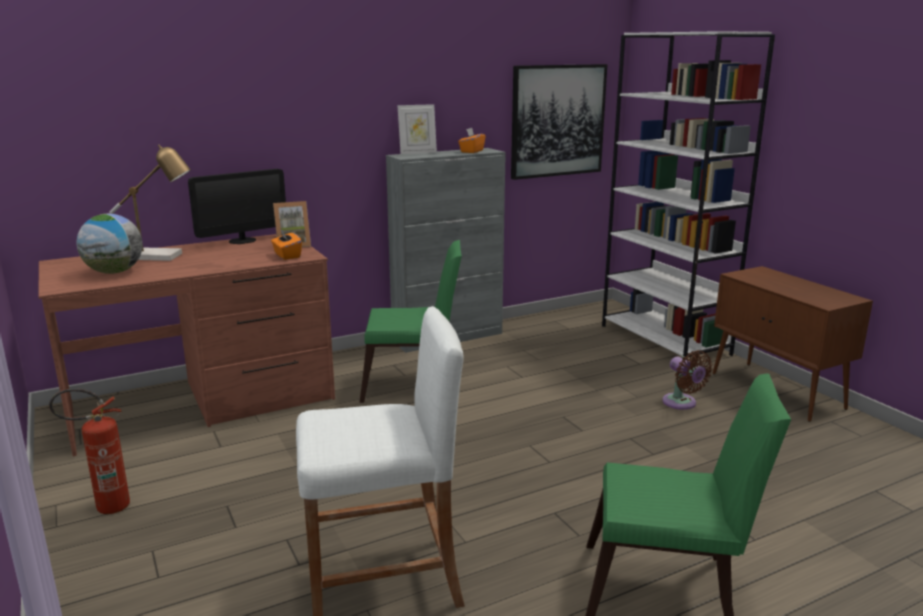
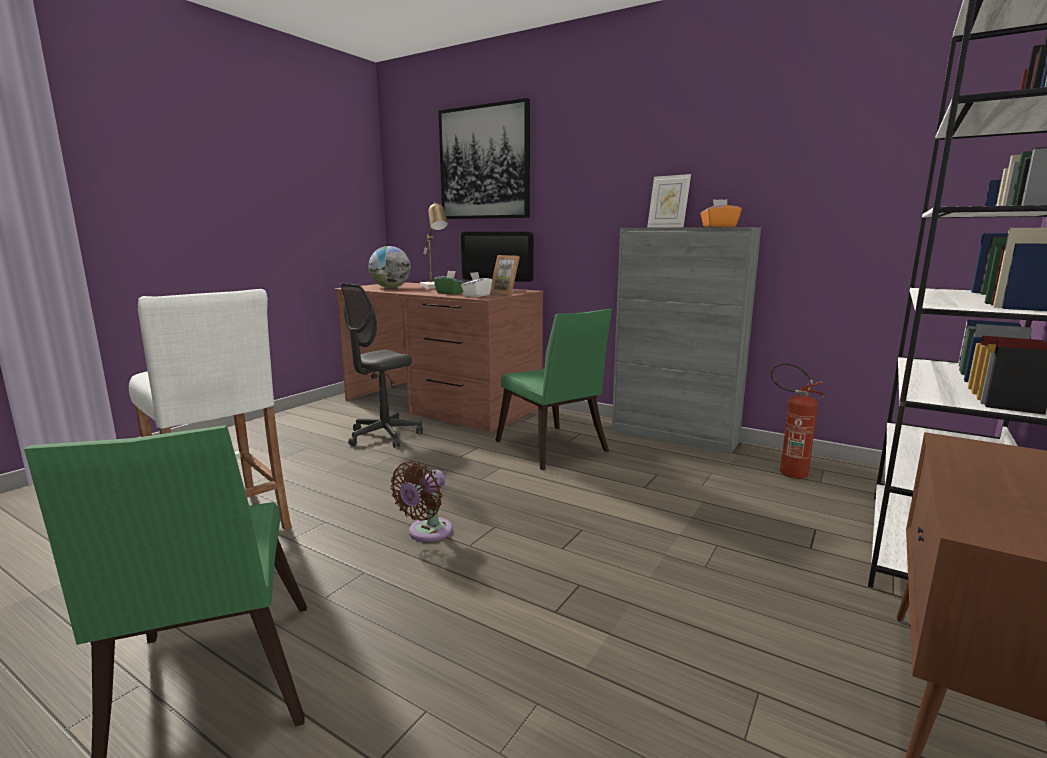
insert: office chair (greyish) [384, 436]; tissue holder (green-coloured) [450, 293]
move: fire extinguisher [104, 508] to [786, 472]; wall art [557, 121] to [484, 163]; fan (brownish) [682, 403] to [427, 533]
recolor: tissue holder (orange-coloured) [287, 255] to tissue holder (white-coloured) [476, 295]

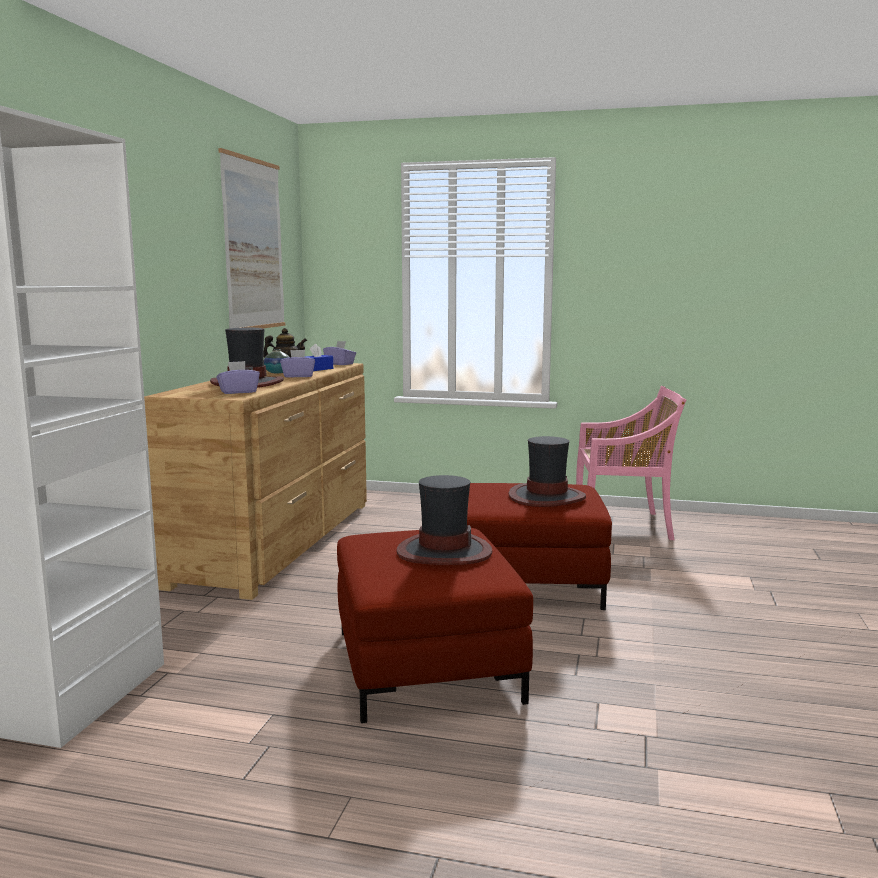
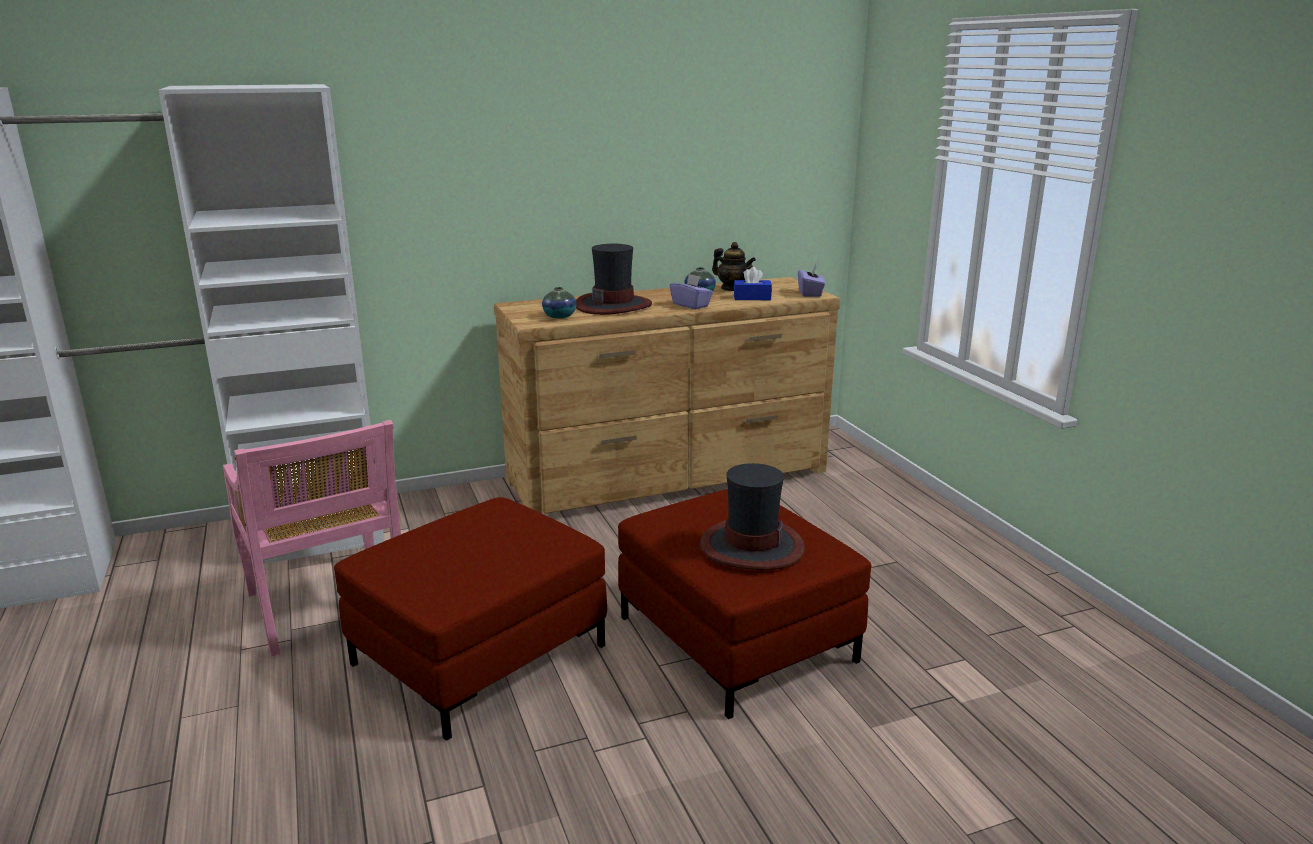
delete: wall art [253, 245]; hat [443, 551]
move: plain chair (pink) [623, 526] to [328, 606]
replace: tissue holder (purplish) [238, 392] to flower vase [559, 316]

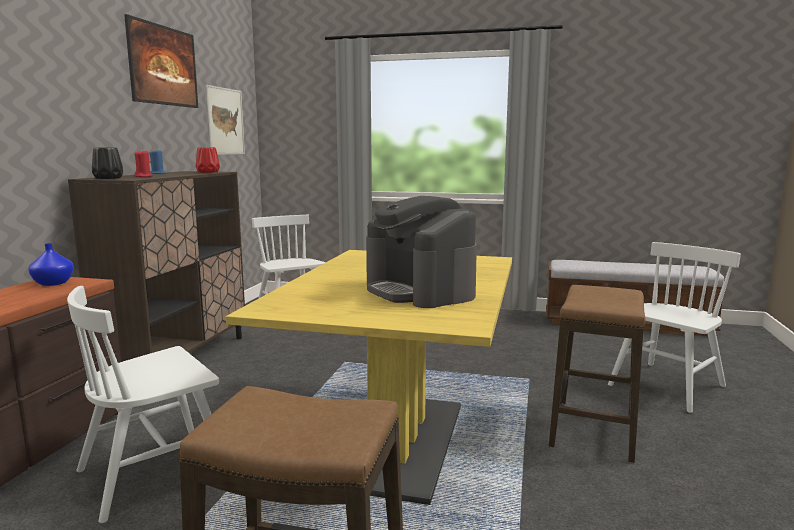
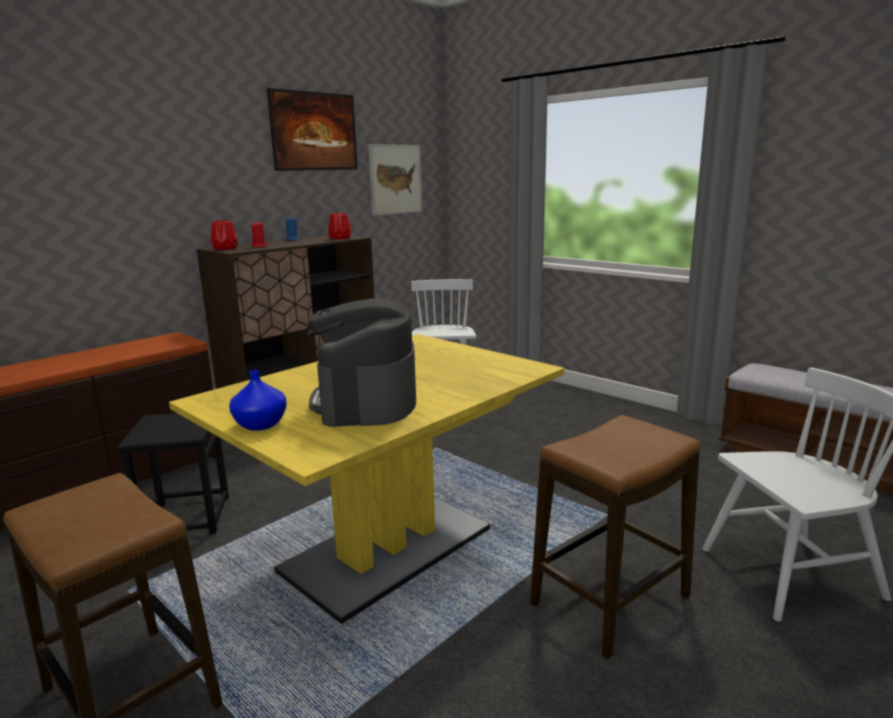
move: flower vase (bluish) [52, 283] to [259, 424]
replace: plain chair (white-coloured) [154, 472] to stool seat (black) [185, 517]
recolor: flower vase (black) [108, 178] to flower vase (reddish) [225, 248]

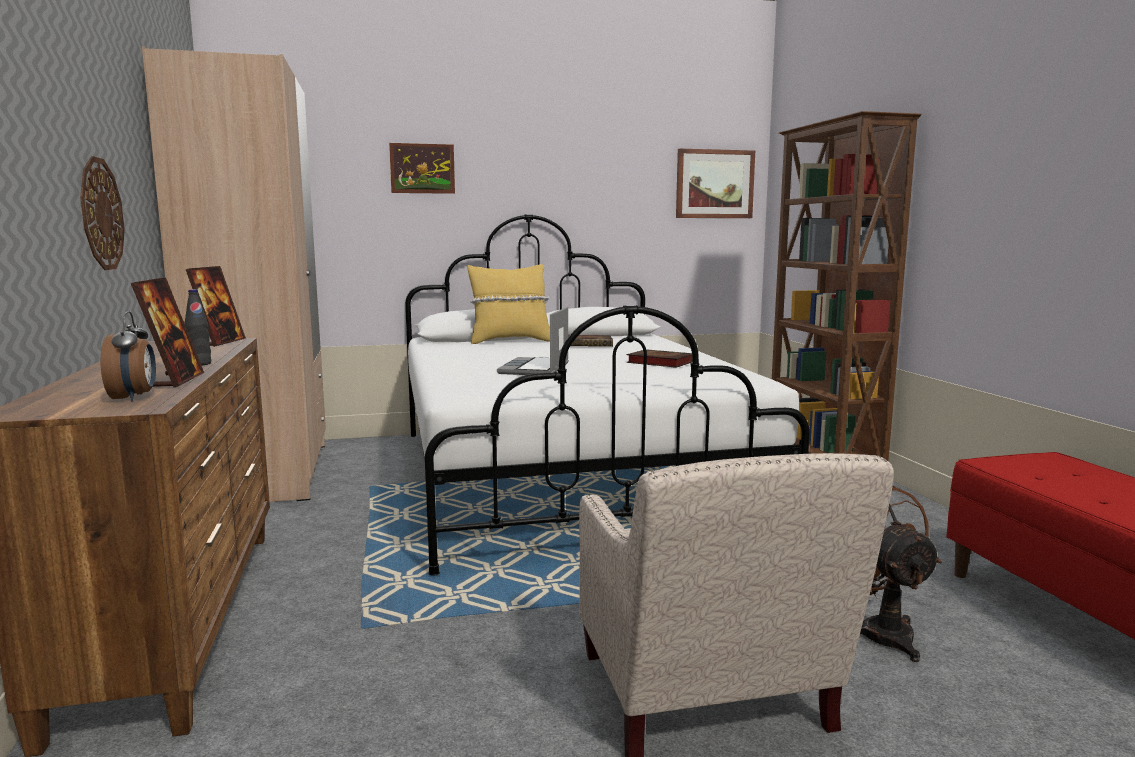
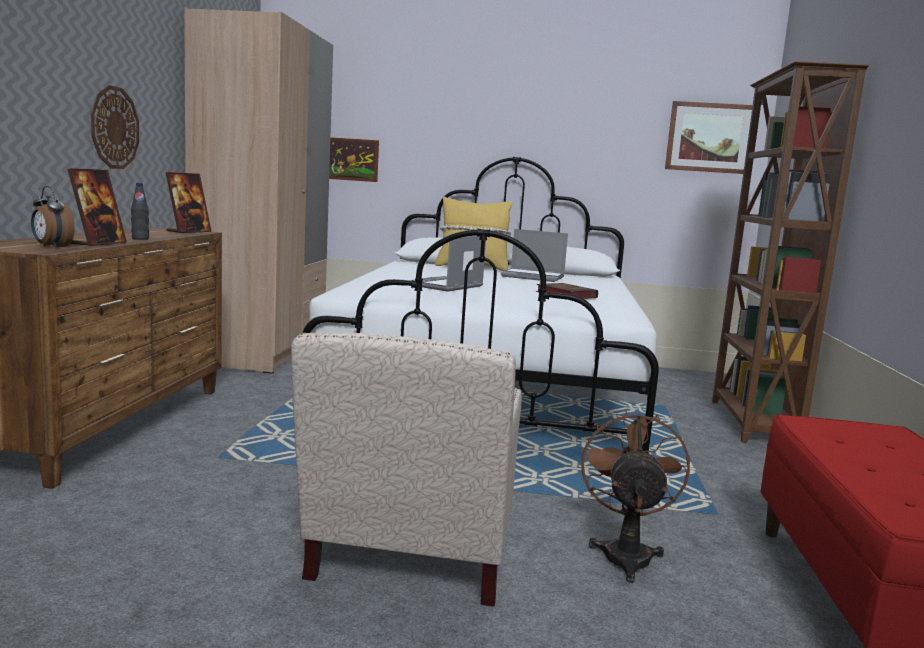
move: wall art [422, 168] to [352, 159]
replace: bound book [588, 344] to portable computer [533, 277]
rotate: alarm clock [134, 397] = [51, 247] 120 degrees clockwise

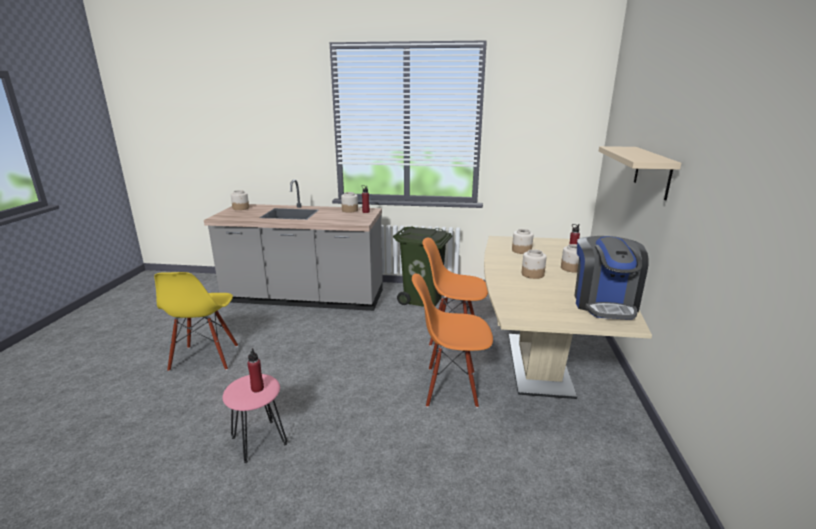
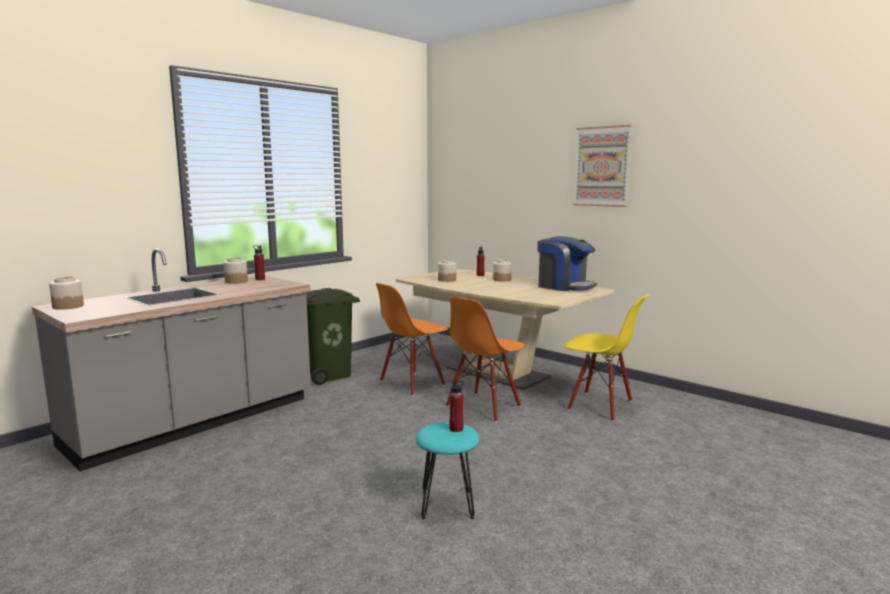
delete: storage jar [532, 274]; bracket shelf (sand-coloured) [652, 172]
insert: wall art [602, 166]
move: plain chair (yellow-coloured) [205, 358] to [600, 406]
recolor: stool seat (pink) [259, 441] to stool seat (blue-green) [448, 504]

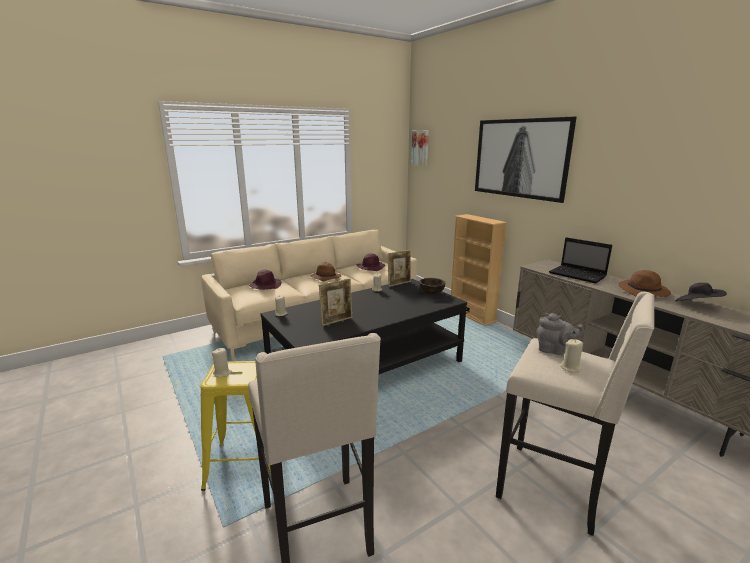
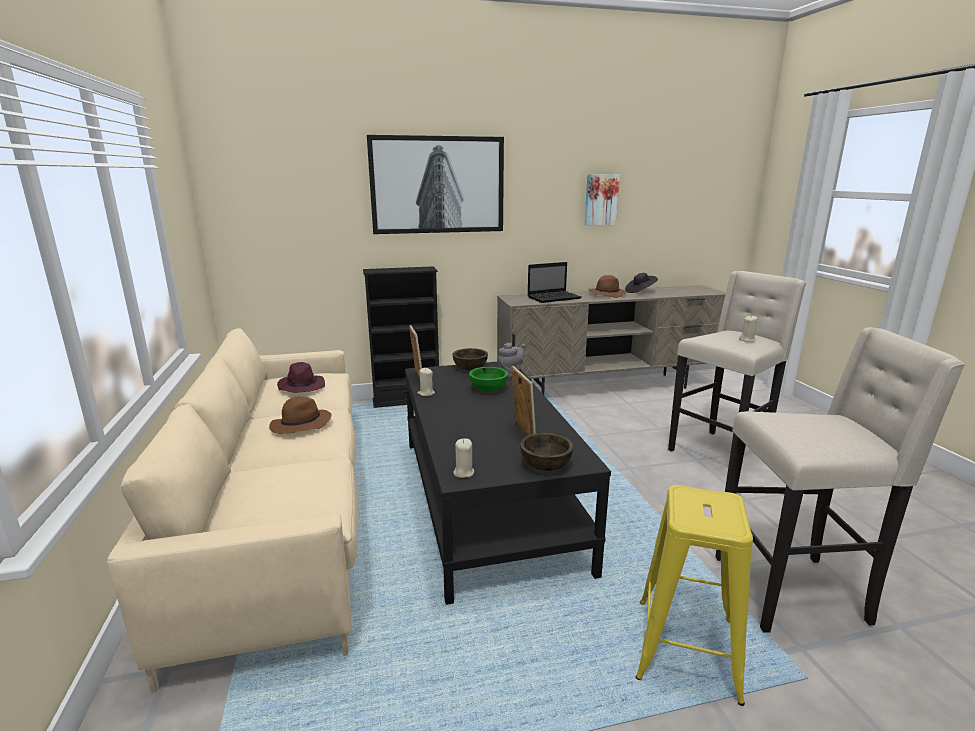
delete: candle (sand-coloured) [222, 373]; hat (purplish) [265, 286]
insert: deep dish (green-coloured) [488, 389]; deep dish (brownish) [545, 465]
move: wall art [420, 147] to [601, 199]; pot for tea (greyish) [554, 350] to [511, 373]
recolor: bookshelf (sand-coloured) [472, 315] to bookshelf (black) [406, 401]

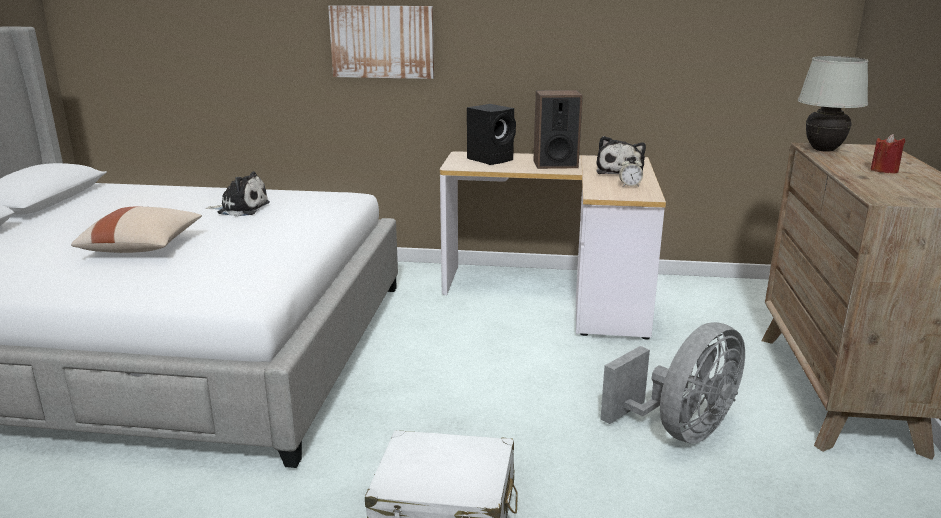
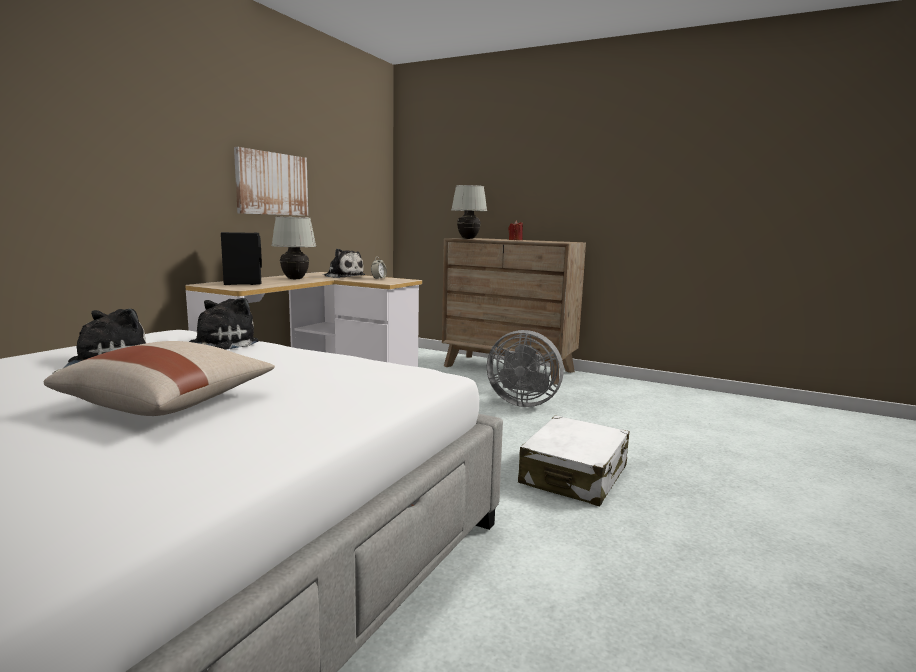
insert: cuddly toy [219, 344]
move: wall art [382, 42] to [272, 184]
replace: speaker [555, 164] to lamp for a table (white-coloured) [294, 279]
rotate: fan (greyish) [680, 430] = [522, 402] 135 degrees clockwise

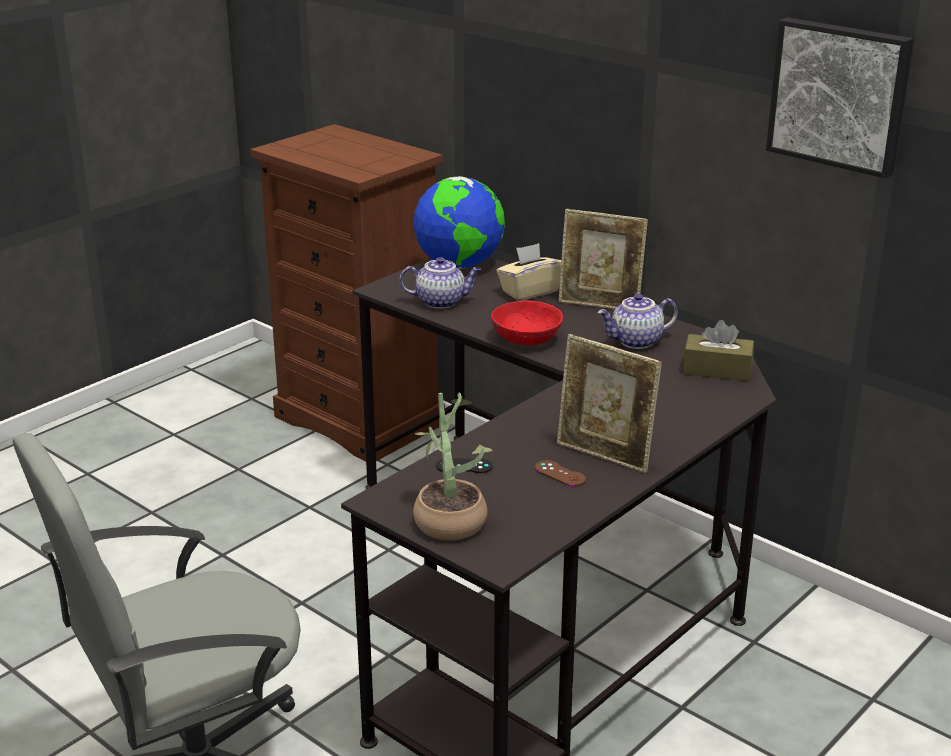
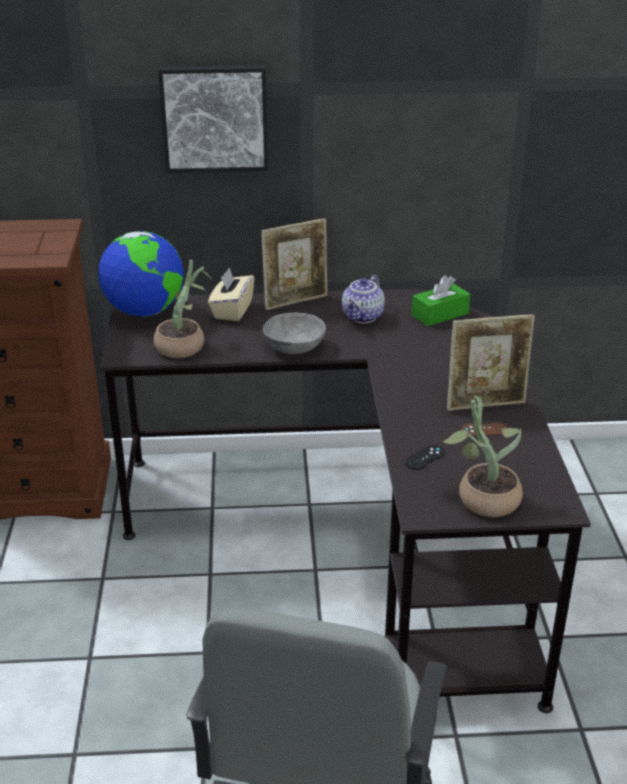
move: wall art [840, 95] to [215, 117]
replace: pot for tea [441, 301] to plant in a pot [185, 345]
recolor: deep dish (reddish) [526, 338] to deep dish (greyish) [294, 347]; tissue holder (brownish) [717, 370] to tissue holder (green-coloured) [440, 314]

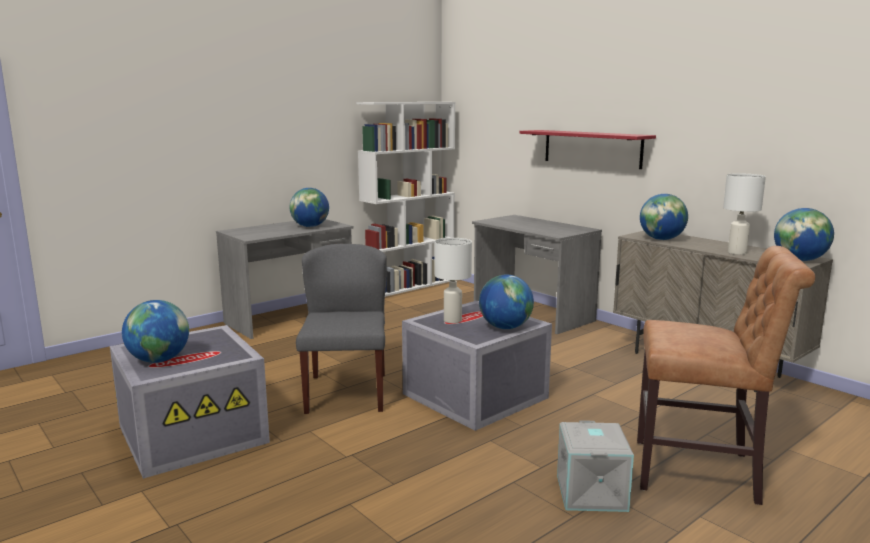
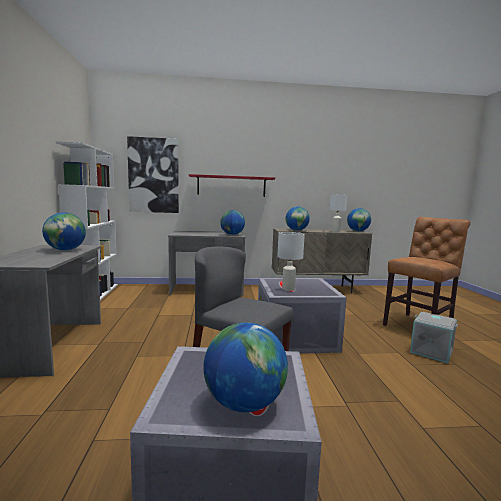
insert: wall art [154, 175]
move: globe [505, 327] to [232, 234]

